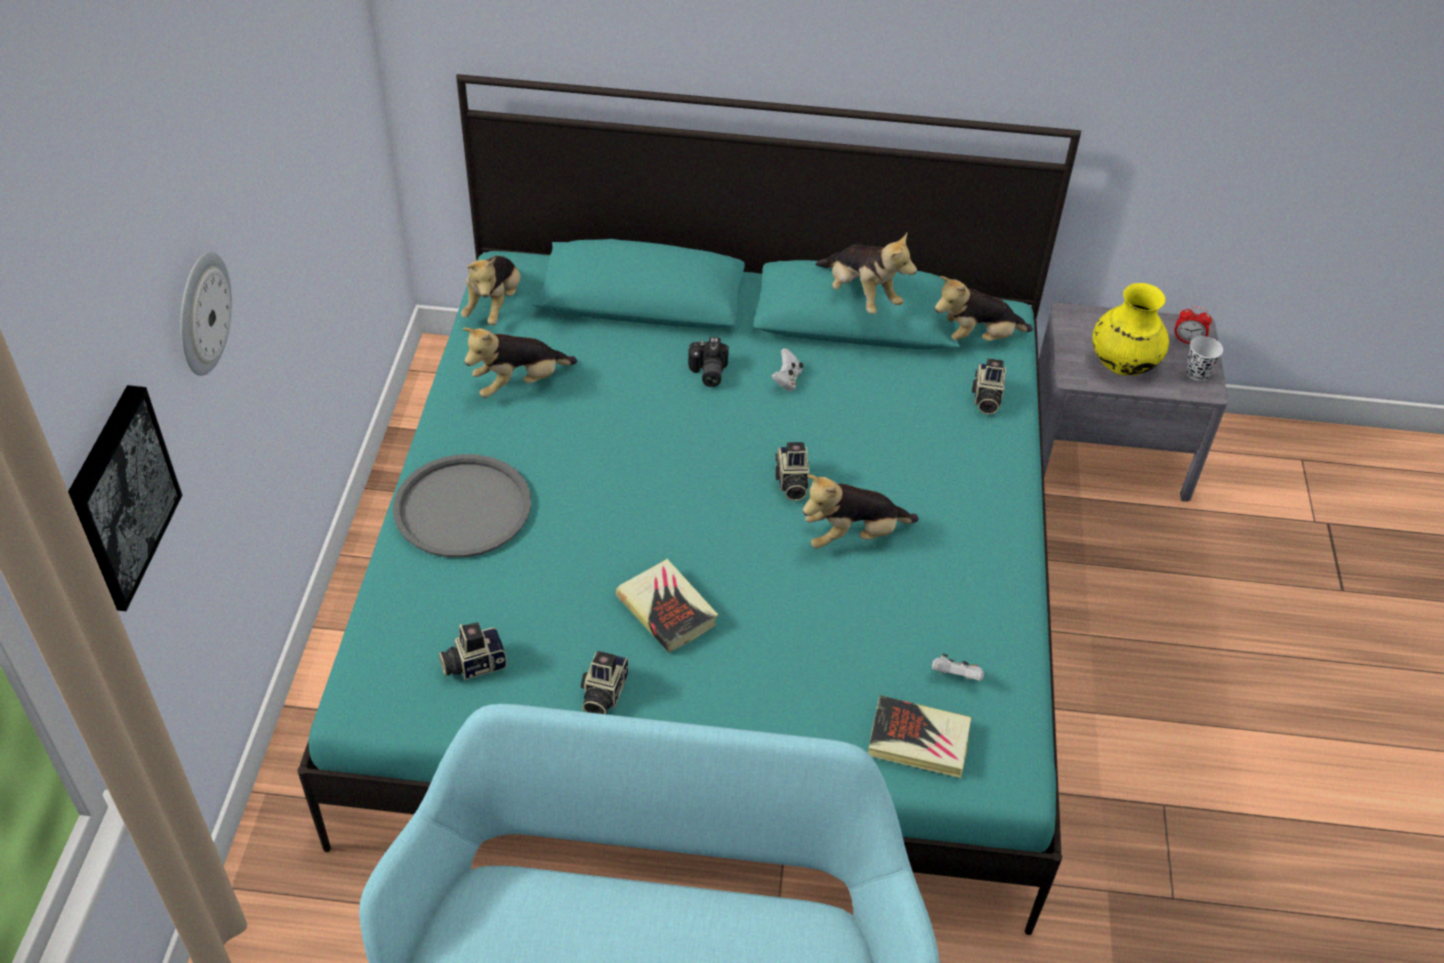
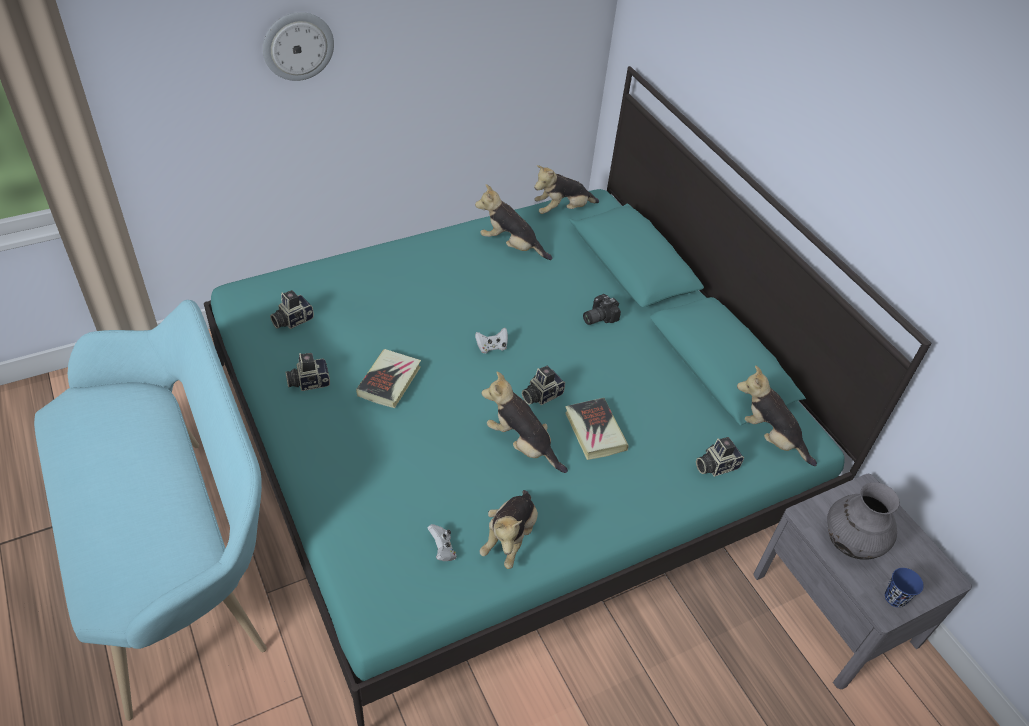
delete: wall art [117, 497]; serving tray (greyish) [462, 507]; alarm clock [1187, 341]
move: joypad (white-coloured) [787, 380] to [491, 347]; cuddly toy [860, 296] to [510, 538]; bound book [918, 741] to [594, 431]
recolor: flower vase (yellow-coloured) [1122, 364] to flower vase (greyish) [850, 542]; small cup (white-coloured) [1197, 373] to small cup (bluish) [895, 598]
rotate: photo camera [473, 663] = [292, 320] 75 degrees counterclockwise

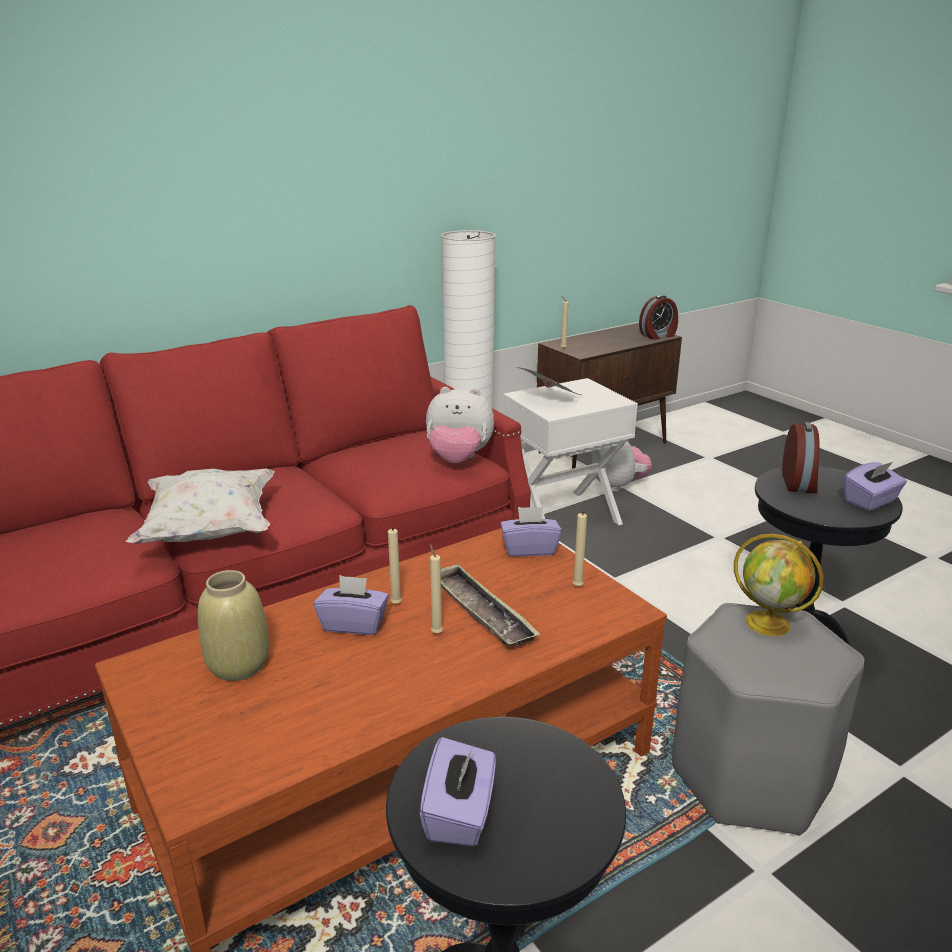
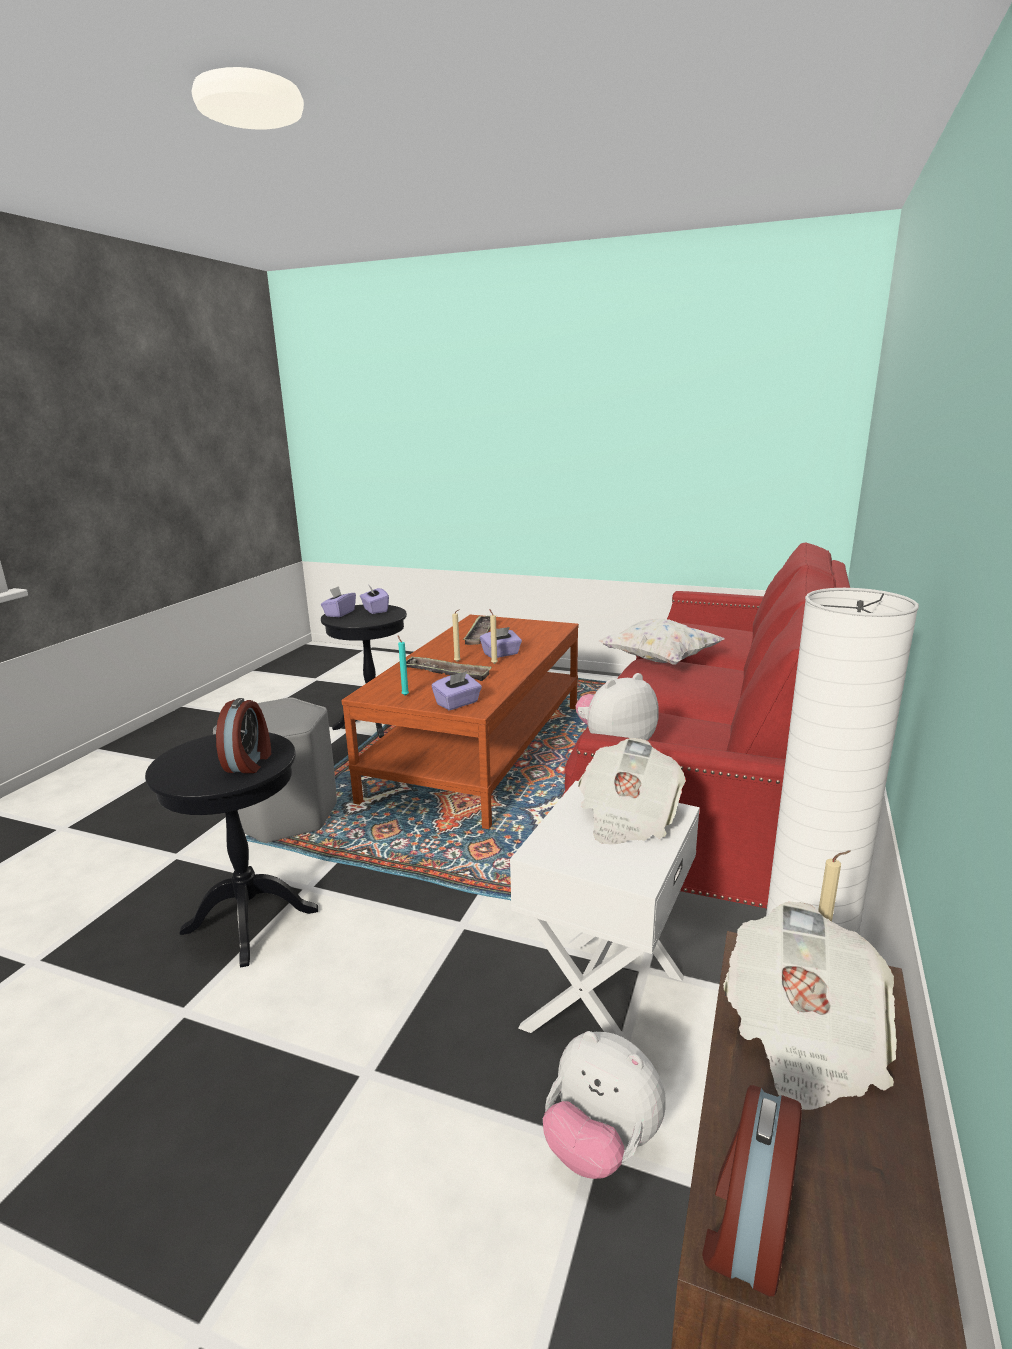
delete: flower vase (sand-coloured) [239, 665]; globe [769, 623]
insert: serving tray [480, 633]; printed paper [804, 1038]
move: tissue holder (purplish) [870, 501] to [339, 613]
recolor: candle (sand-coloured) [577, 587] to candle (blue-green) [404, 695]
rotate: alarm clock [799, 483] = [249, 762] 150 degrees counterclockwise

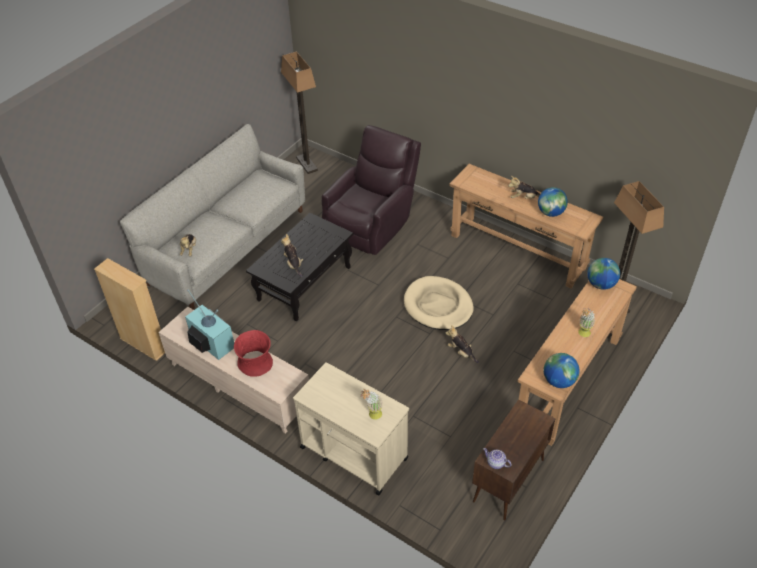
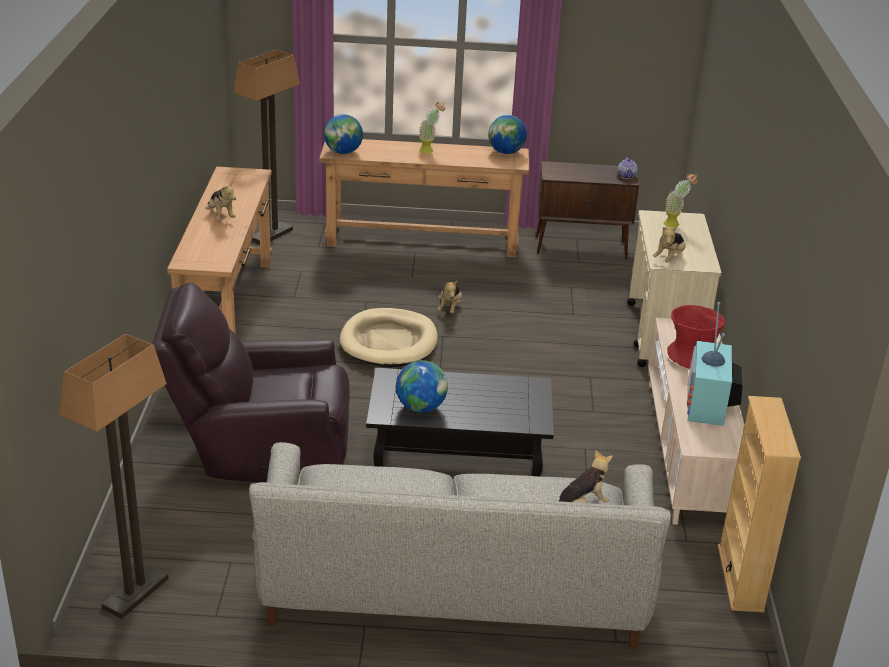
move: cuddly toy [293, 264] to [669, 258]; globe [550, 213] to [421, 407]

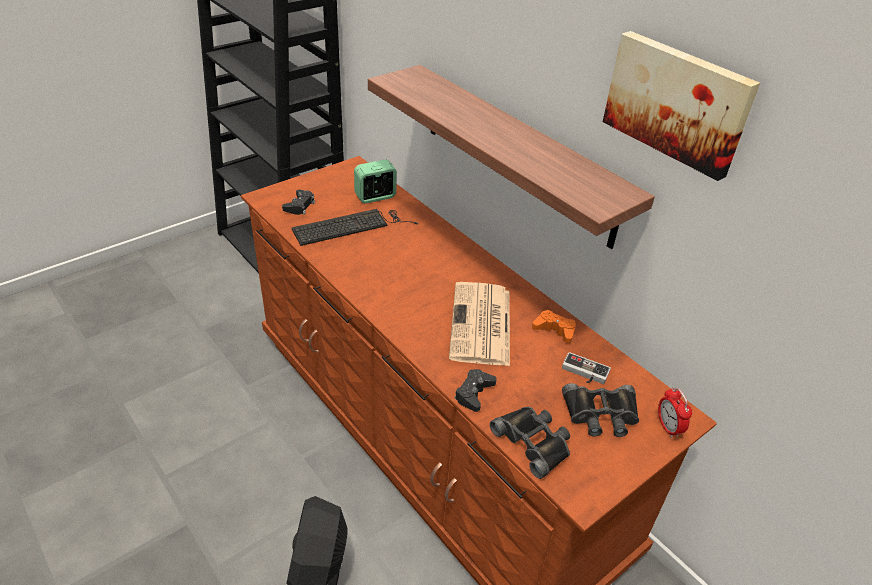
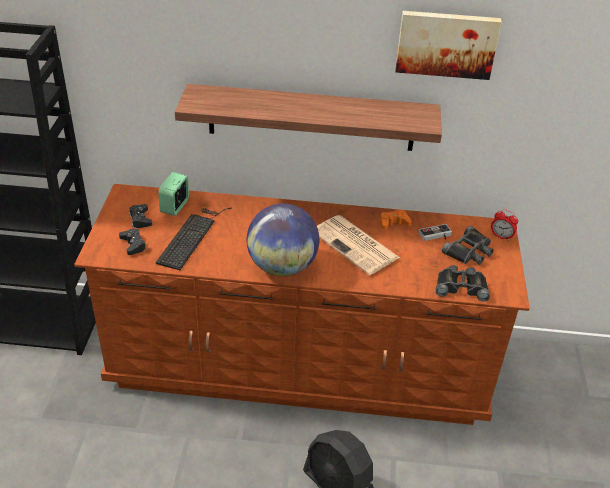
insert: globe [282, 266]
move: joypad (black) [474, 393] to [140, 219]

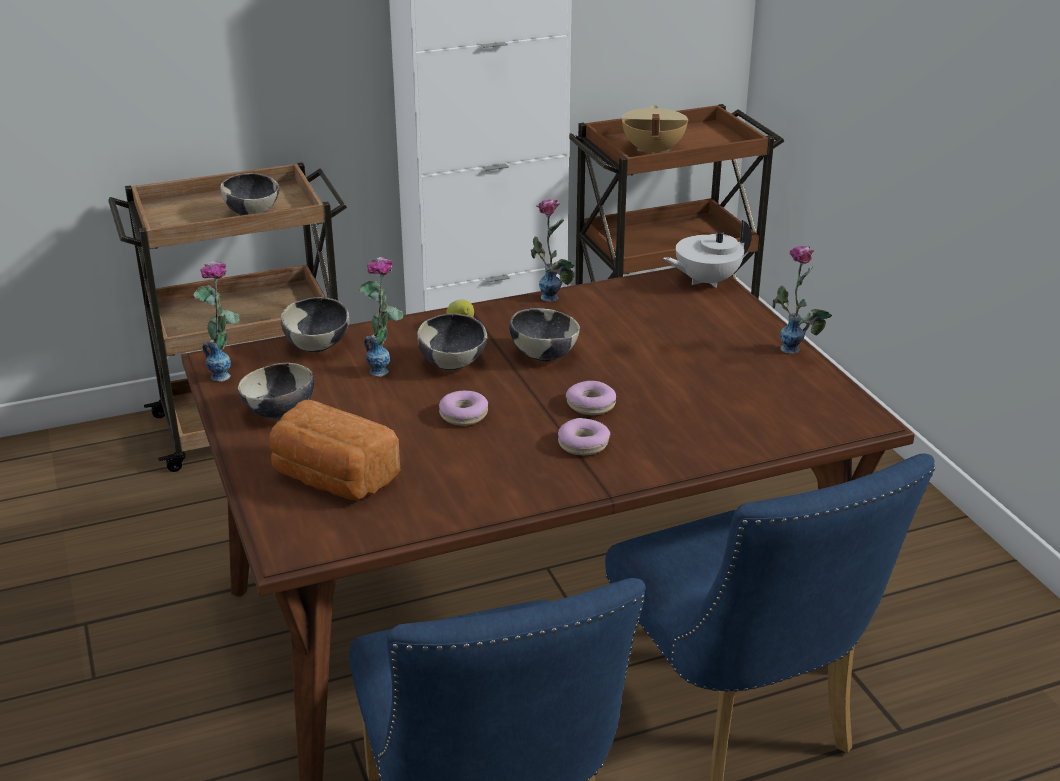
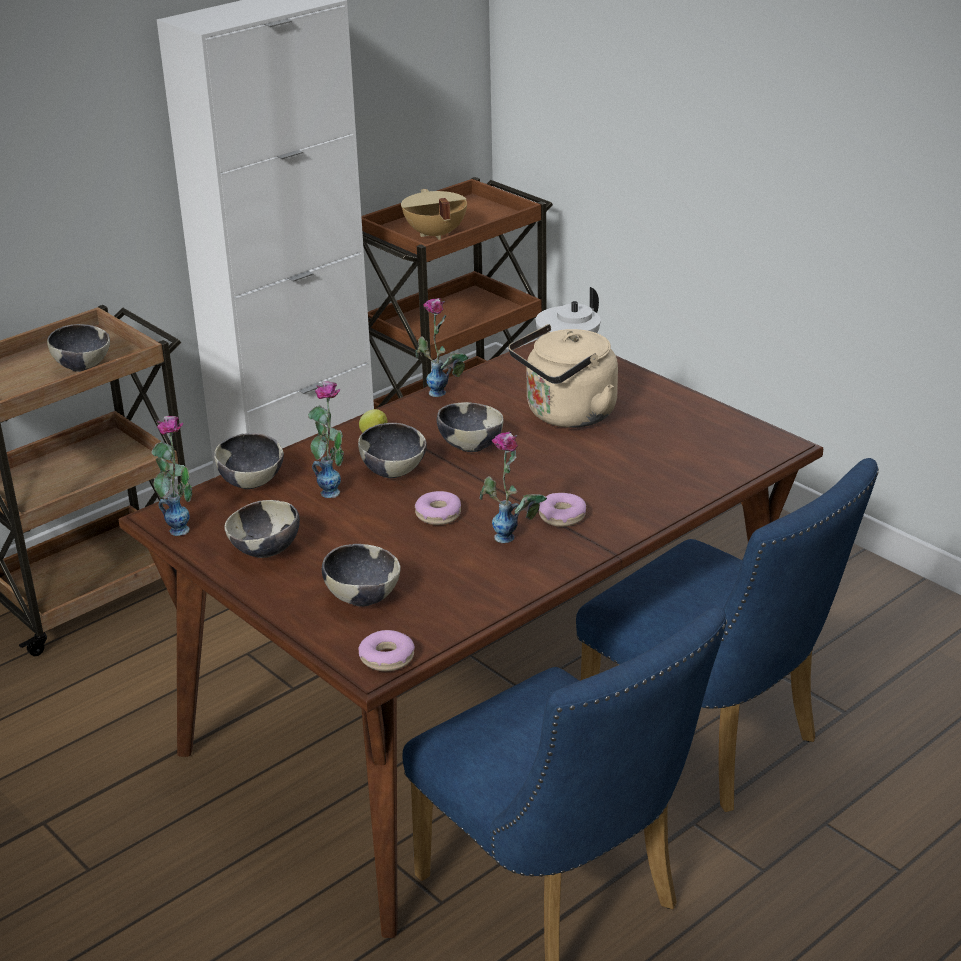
insert: tea kettle (sand-coloured) [566, 415]
move: donut [590, 405] to [387, 658]; flower vase [796, 356] to [513, 544]
replace: baked bread [332, 479] to deep dish [362, 597]

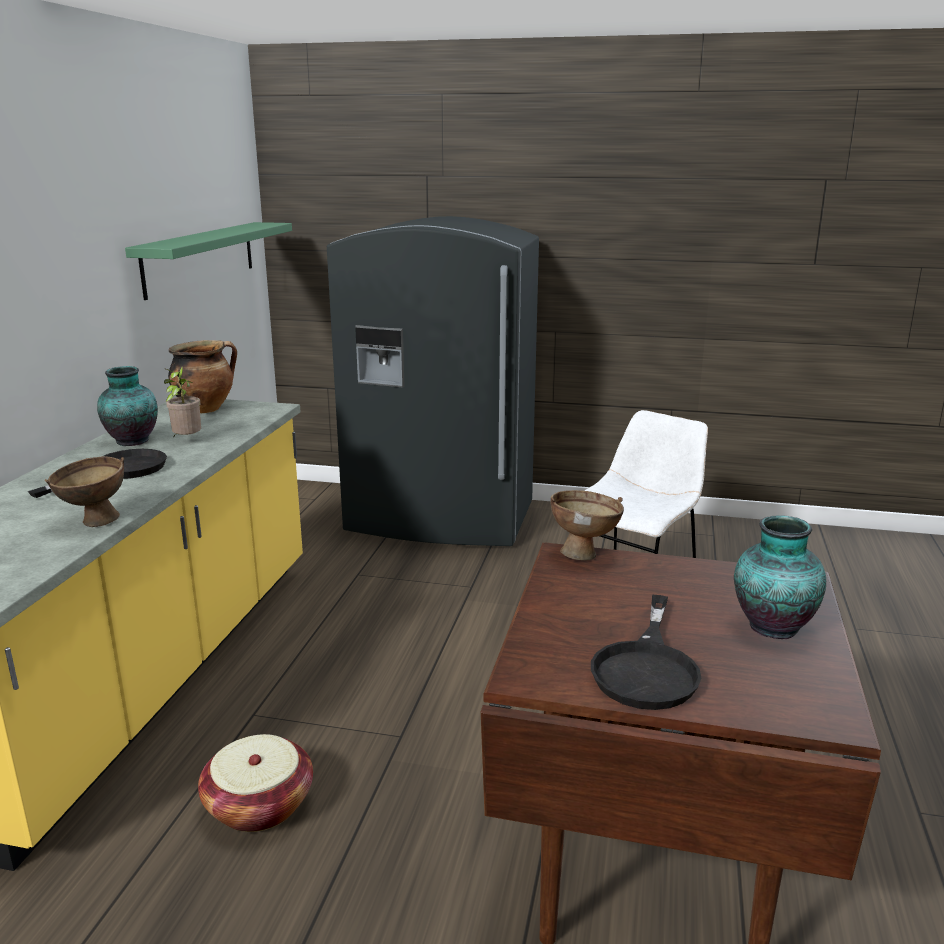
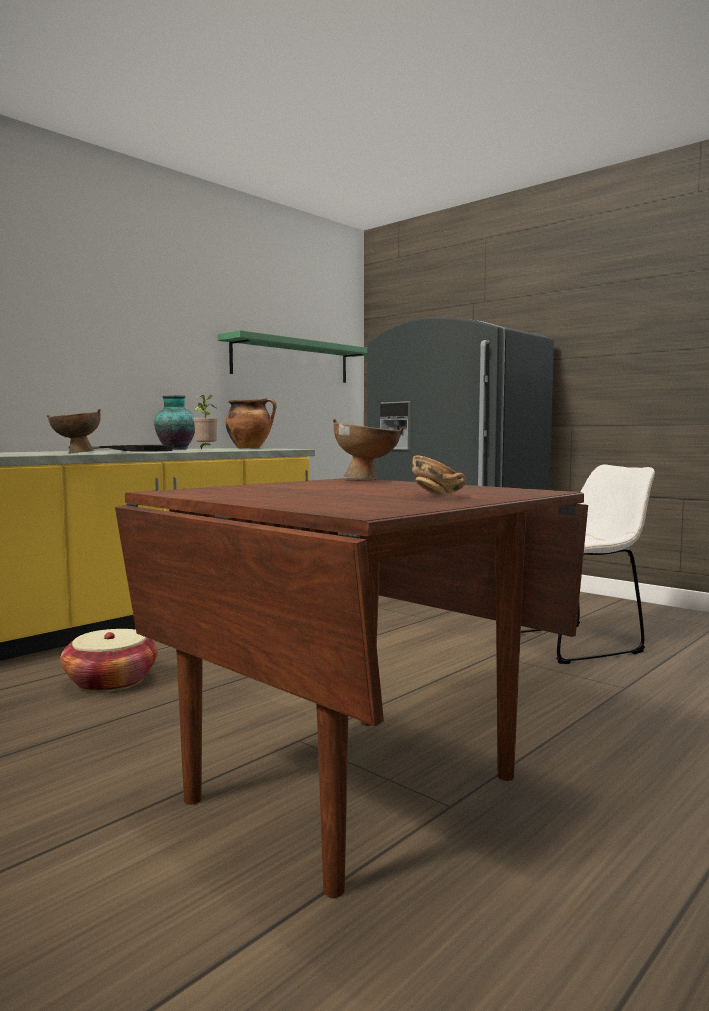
delete: frying pan (black) [647, 667]
replace: flower vase [771, 627] to deep dish [438, 496]

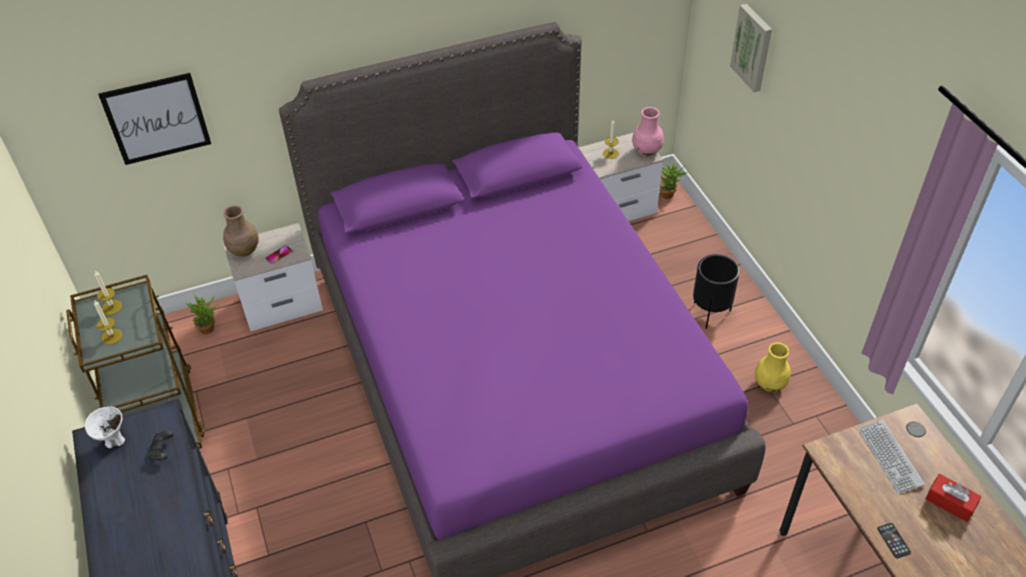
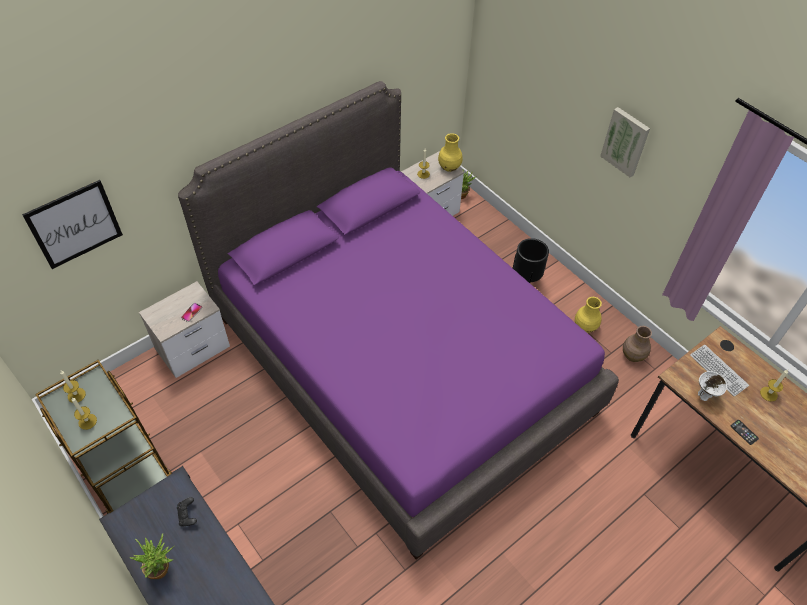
move: deep dish (white-coloured) [114, 441] to [704, 395]; plant in a pot [210, 329] to [163, 569]; flower vase (brownish) [244, 250] to [632, 355]; wall art [753, 47] to [626, 141]
replace: tissue holder (reddish) [950, 502] to candle [768, 394]
recolor: flower vase (pink) [646, 151] to flower vase (yellow-coloured) [449, 167]

